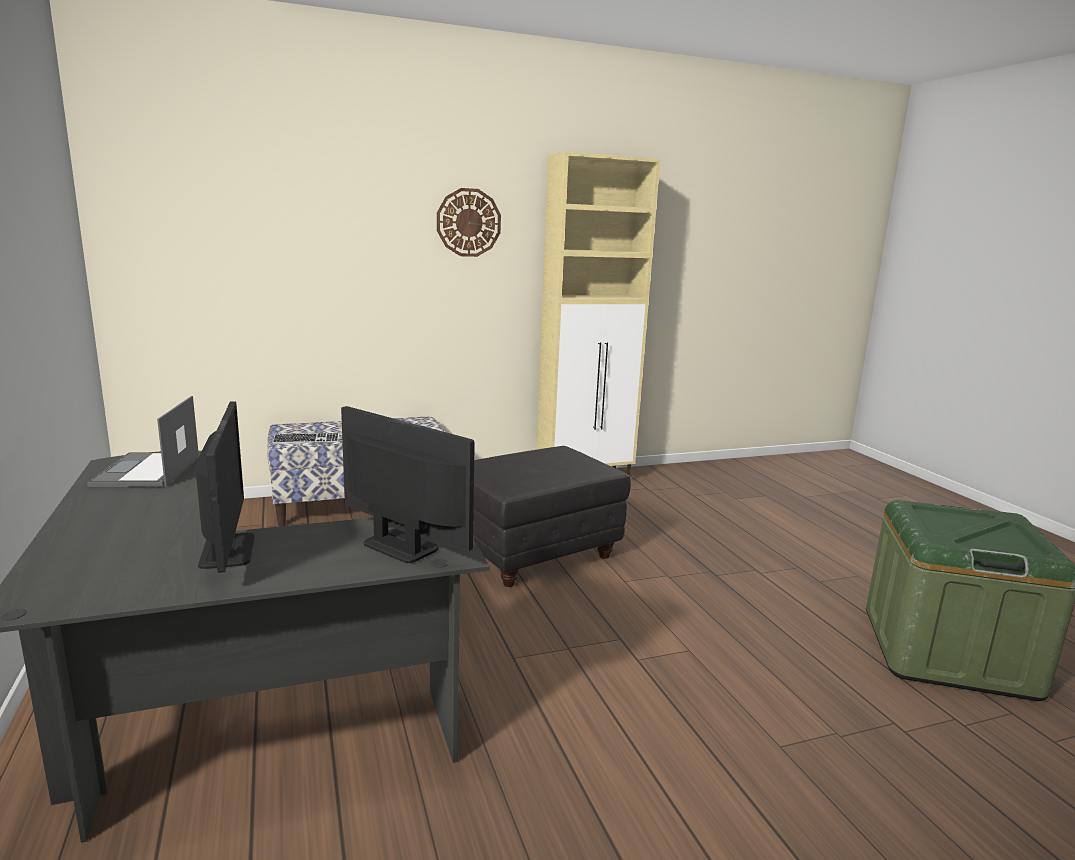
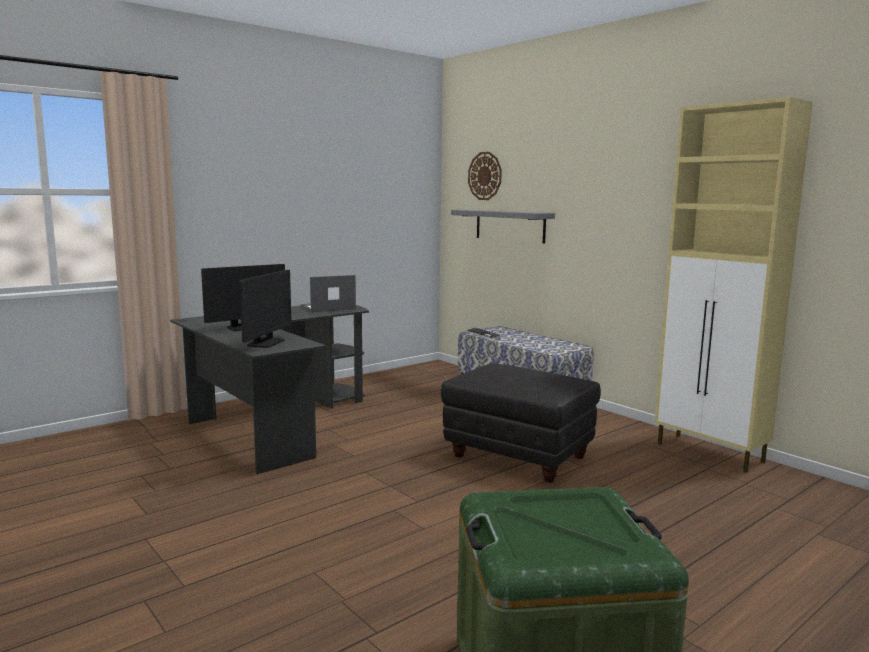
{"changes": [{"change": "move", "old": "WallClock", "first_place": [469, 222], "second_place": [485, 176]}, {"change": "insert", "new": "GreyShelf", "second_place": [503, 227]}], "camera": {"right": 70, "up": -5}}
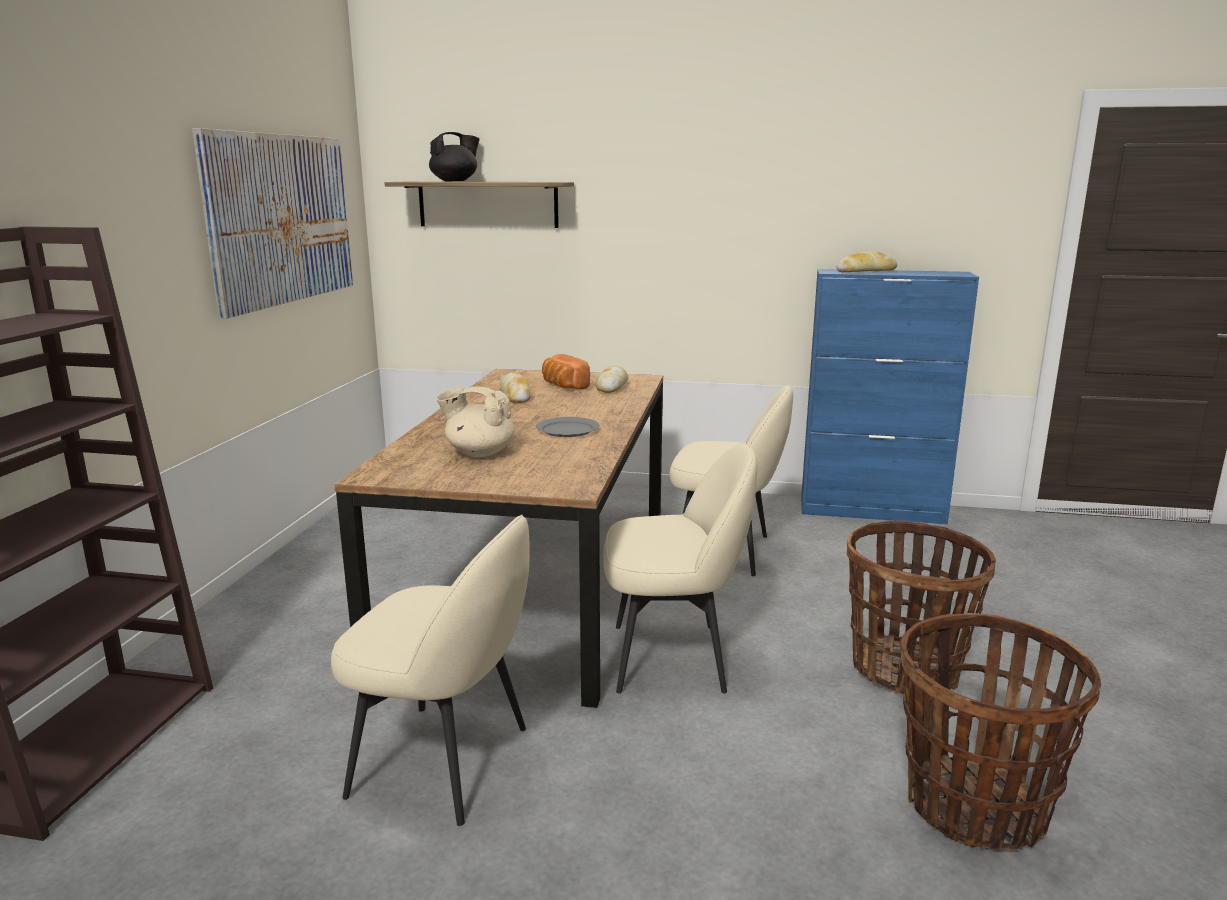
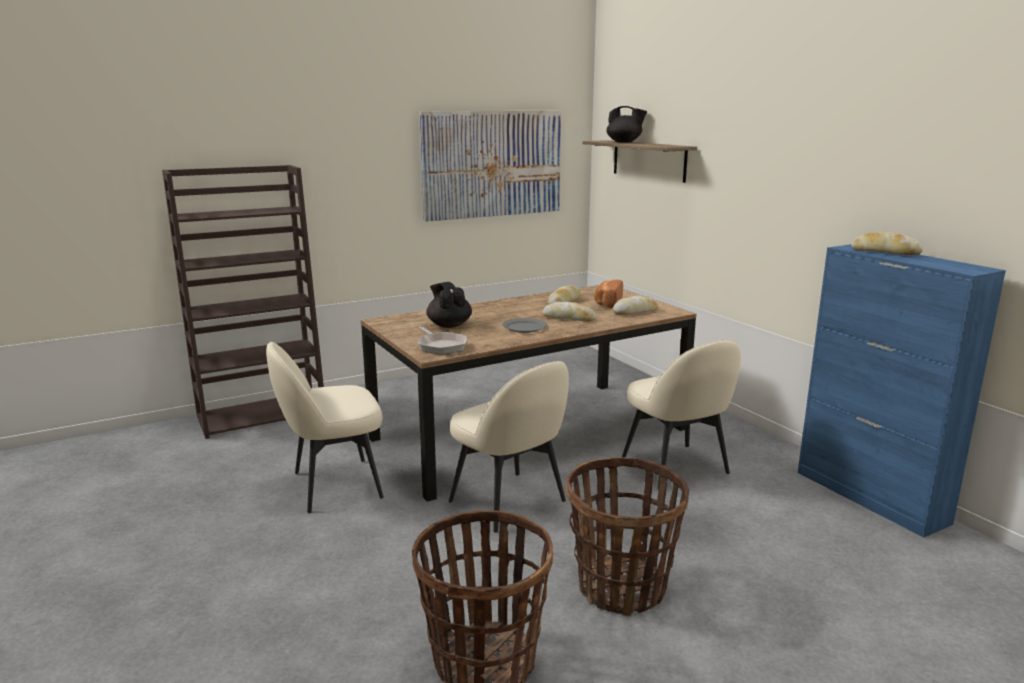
{"changes": [{"change": "recolor", "old": "BeigeTeapot", "new": "BlackTeapot", "first_place": [475, 422], "second_place": [449, 305]}, {"change": "rotate", "old": "BeigeChair", "first_place": [430, 670], "second_place": [325, 427], "degrees": 90}, {"change": "insert", "new": "Bread", "second_place": [569, 312]}, {"change": "insert", "new": "FryingPan", "second_place": [442, 340]}], "camera": {"right": 50, "up": 0}}
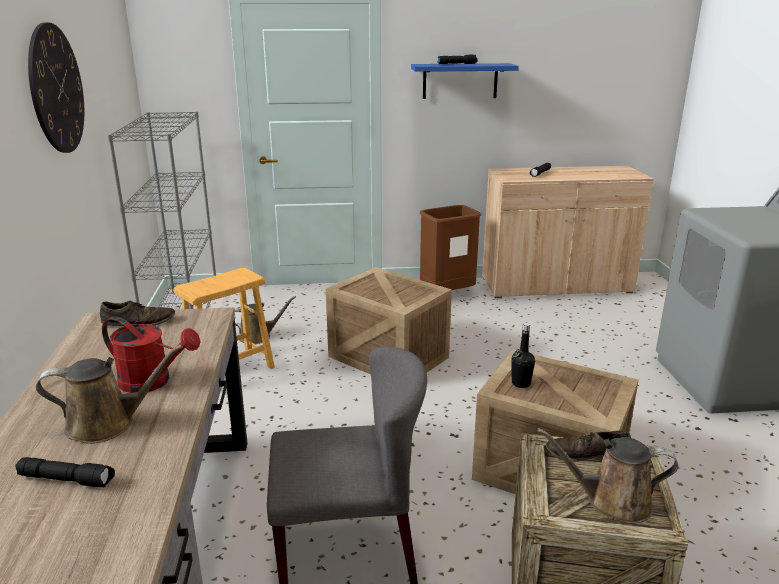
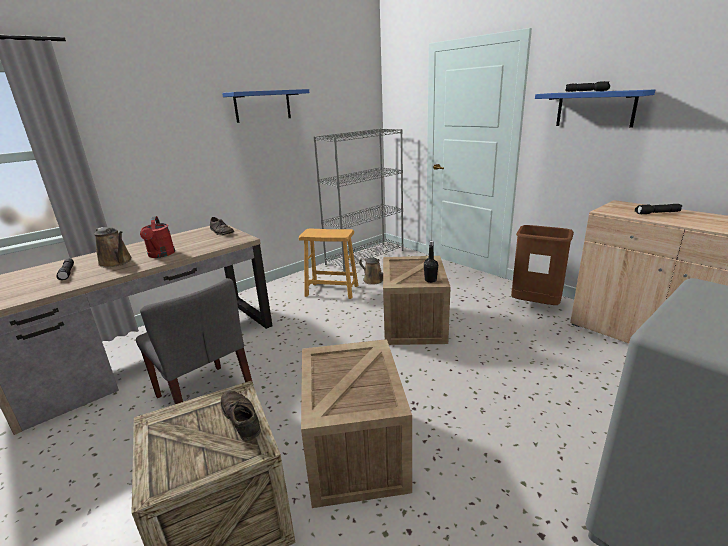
{"changes": [{"change": "replace", "old": "WallClock", "new": "BlueShelf", "first_place": [56, 87], "second_place": [265, 106]}, {"change": "move", "old": "BlackBottle", "first_place": [523, 355], "second_place": [431, 262]}, {"change": "delete", "old": "BrownWateringCan", "first_place": [607, 476]}], "camera": {"right": 55, "up": 0}}
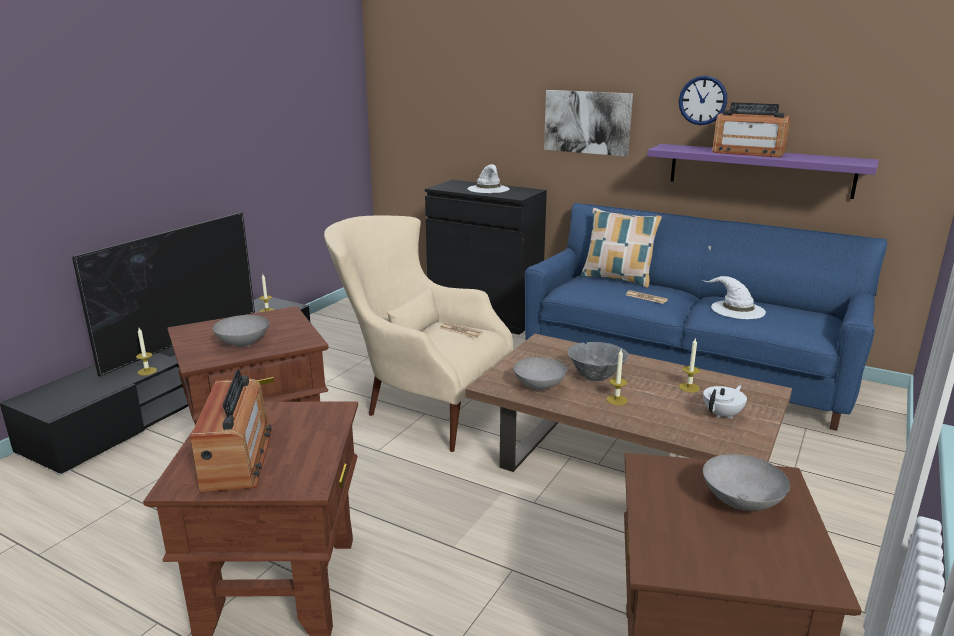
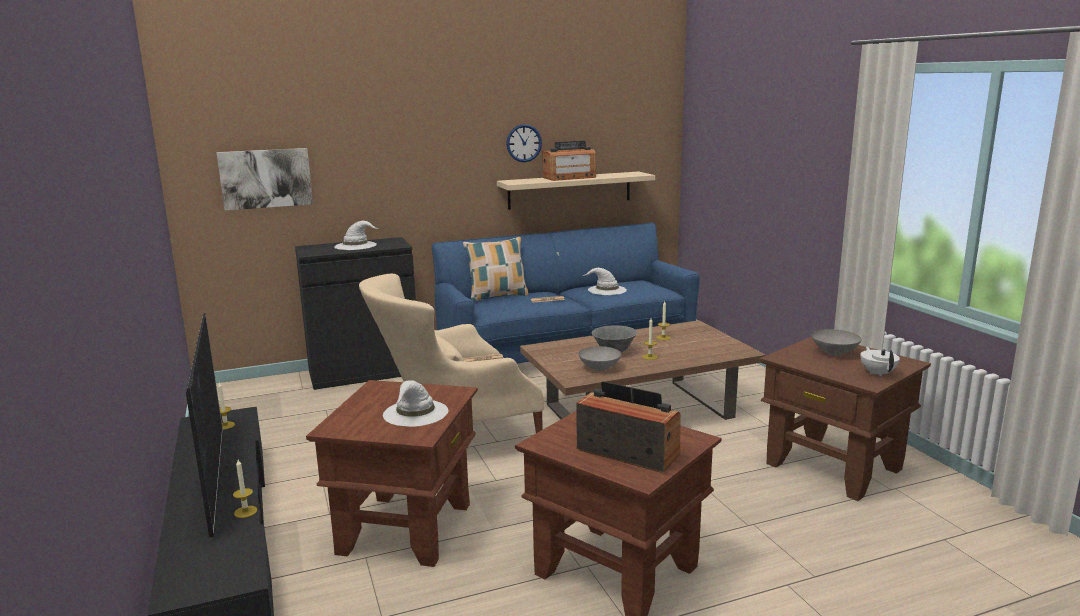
{"changes": [{"change": "move", "old": "Picture", "first_place": [588, 123], "second_place": [265, 179]}, {"change": "recolor", "old": "PurpleShelf", "new": "BeigeShelf", "first_place": [763, 171], "second_place": [576, 190]}, {"change": "replace", "old": "GreyBowl", "new": "WhiteHat", "first_place": [240, 331], "second_place": [415, 403]}, {"change": "move", "old": "WhiteTeapot", "first_place": [725, 402], "second_place": [880, 362]}], "camera": {"right": -50, "up": -5}}
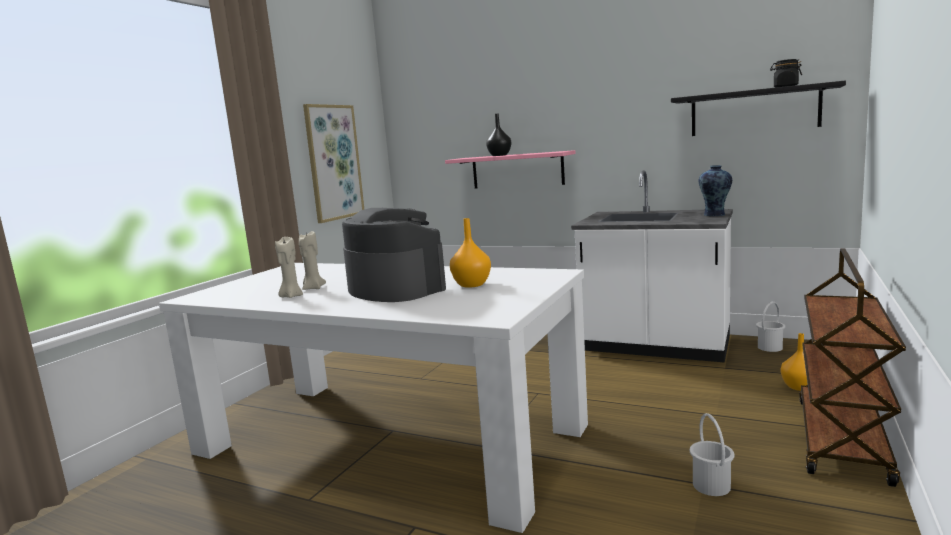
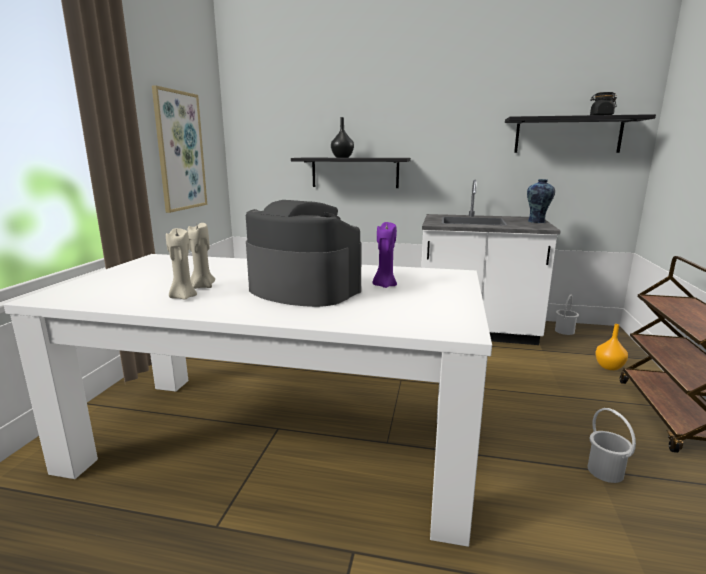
{"changes": [{"change": "recolor", "old": "PinkShelf", "new": "BlackShelf", "first_place": [510, 169], "second_place": [351, 173]}, {"change": "replace", "old": "OrangeVase", "new": "PurpleCandle", "first_place": [470, 253], "second_place": [385, 255]}], "camera": {"right": -15, "up": 5}}
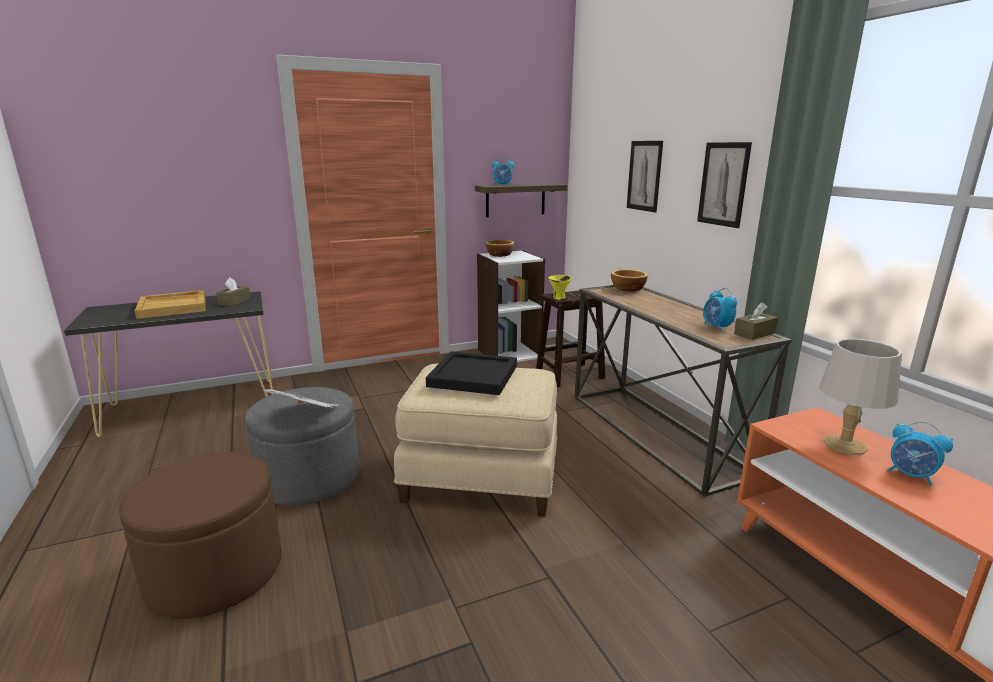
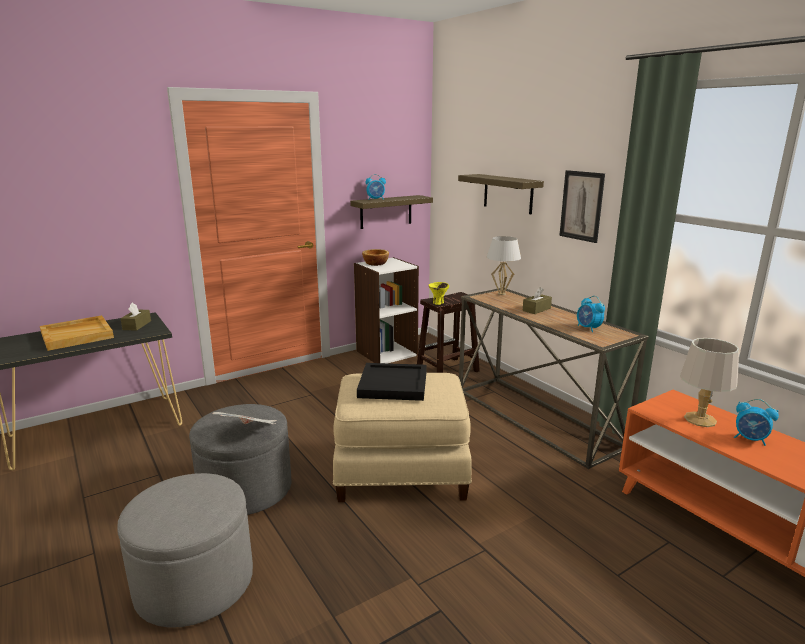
{"changes": [{"change": "replace", "old": "Picture", "new": "Shelf", "first_place": [645, 176], "second_place": [501, 194]}, {"change": "replace", "old": "Bowl", "new": "WhiteTableLamp", "first_place": [629, 280], "second_place": [504, 265]}, {"change": "move", "old": "BrownTissueBox", "first_place": [756, 321], "second_place": [537, 300]}, {"change": "recolor", "old": "BrownOttoman", "new": "GreyOttoman", "first_place": [200, 535], "second_place": [185, 550]}], "camera": {"right": -10, "up": 0}}
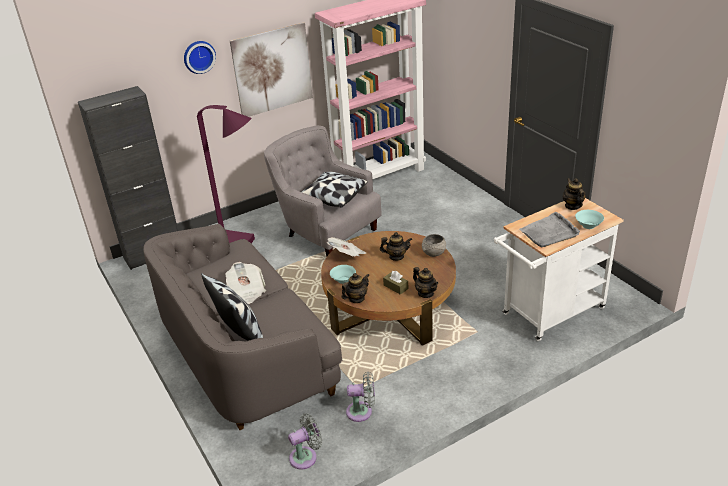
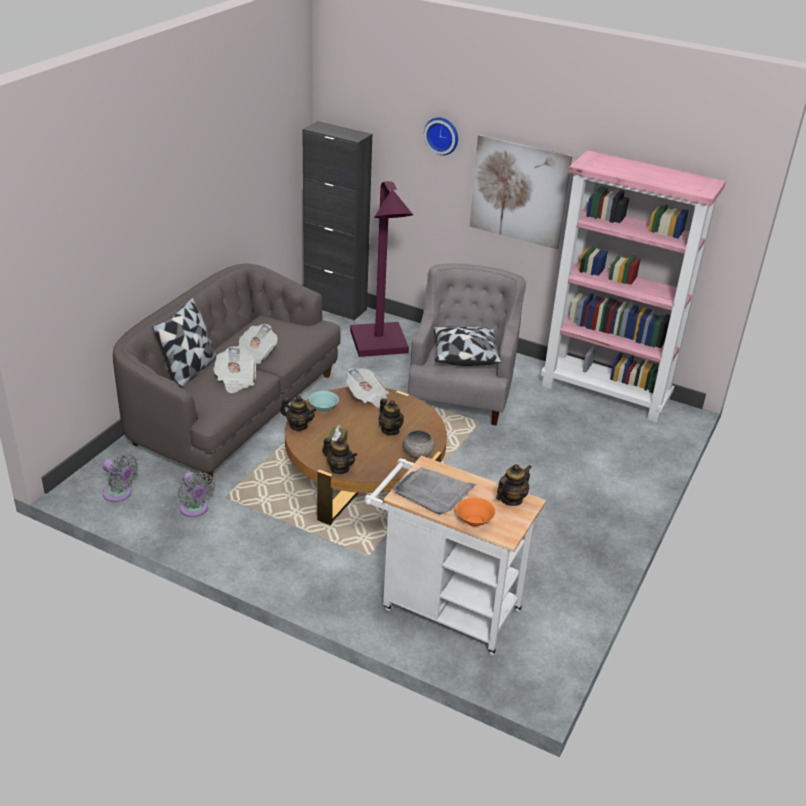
{"changes": [{"change": "recolor", "old": "TurquoiseBowl", "new": "OrangeBowl", "first_place": [589, 219], "second_place": [475, 512]}, {"change": "rotate", "old": "Teapot", "first_place": [425, 282], "second_place": [339, 456], "degrees": -75}, {"change": "insert", "new": "Newspaper", "second_place": [235, 369]}], "camera": {"right": 55, "up": 0}}
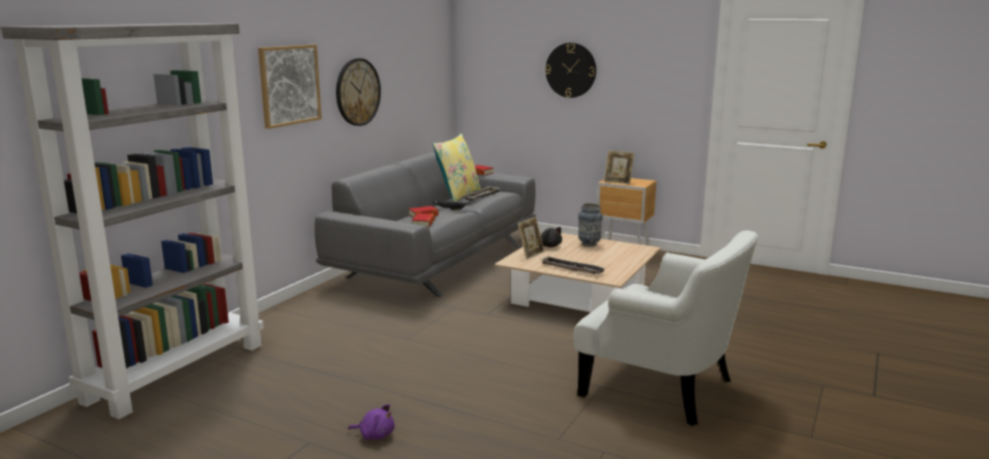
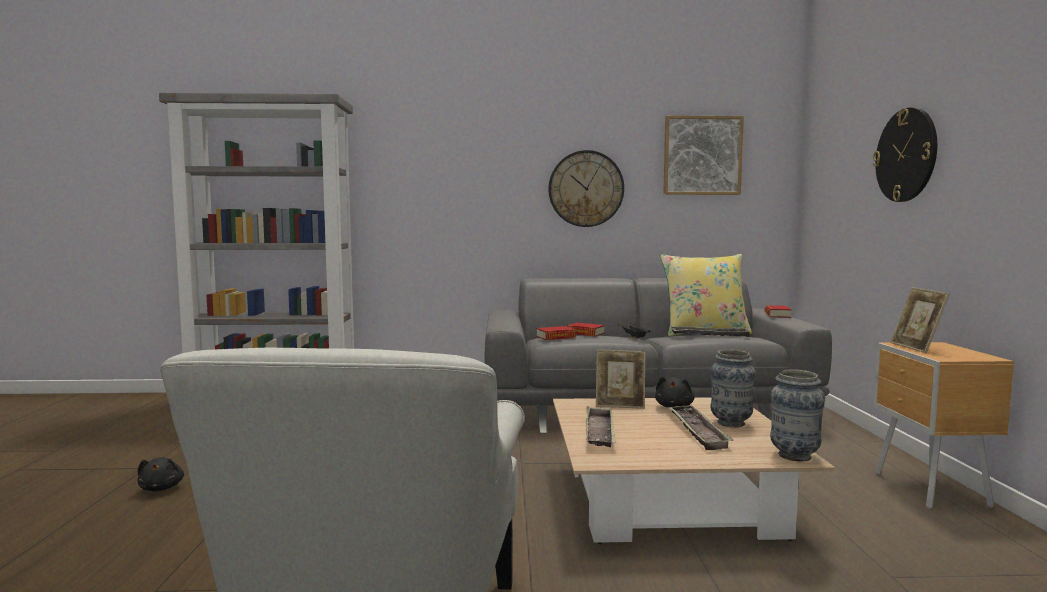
{"changes": [{"change": "move", "old": "Picture", "first_place": [290, 87], "second_place": [703, 155]}, {"change": "recolor", "old": "PurplePlushToy", "new": "BlackPlushToy", "first_place": [371, 422], "second_place": [161, 474]}, {"change": "insert", "new": "Vase", "second_place": [797, 416]}, {"change": "insert", "new": "Tray", "second_place": [700, 427]}], "camera": {"right": 60, "up": -10}}
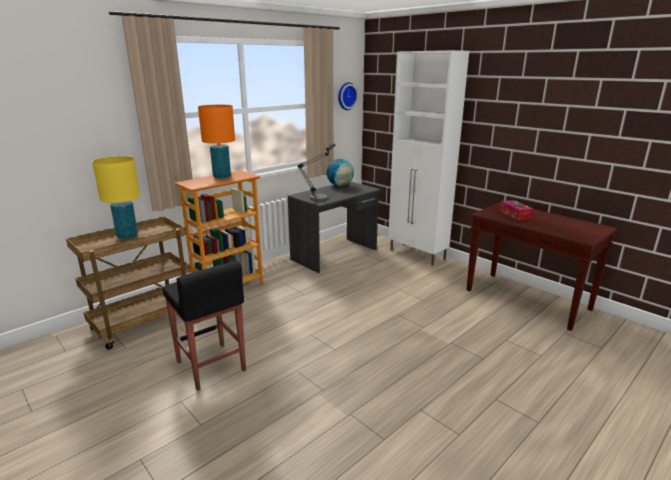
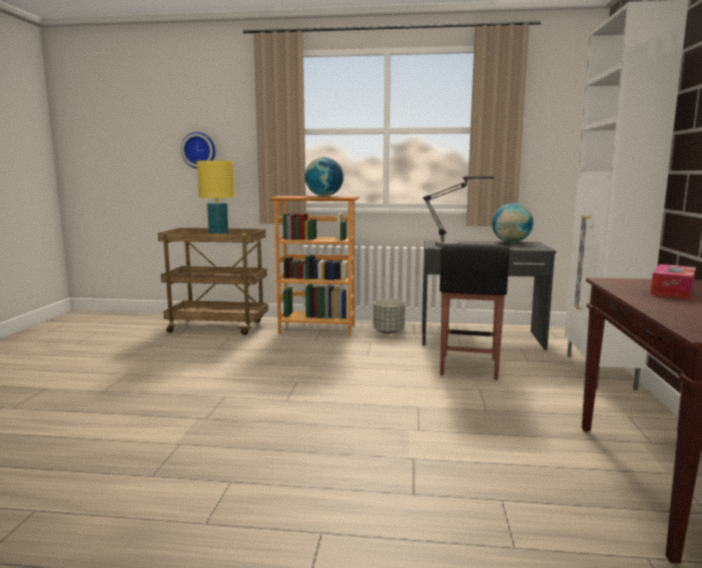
{"changes": [{"change": "move", "old": "WallClock", "first_place": [348, 96], "second_place": [198, 150]}, {"change": "replace", "old": "OrangeTableLamp", "new": "Globe", "first_place": [216, 141], "second_place": [324, 176]}, {"change": "move", "old": "BlackStool", "first_place": [204, 326], "second_place": [474, 312]}, {"change": "insert", "new": "GreyPlanter", "second_place": [389, 316]}], "camera": {"right": 50, "up": -10}}
